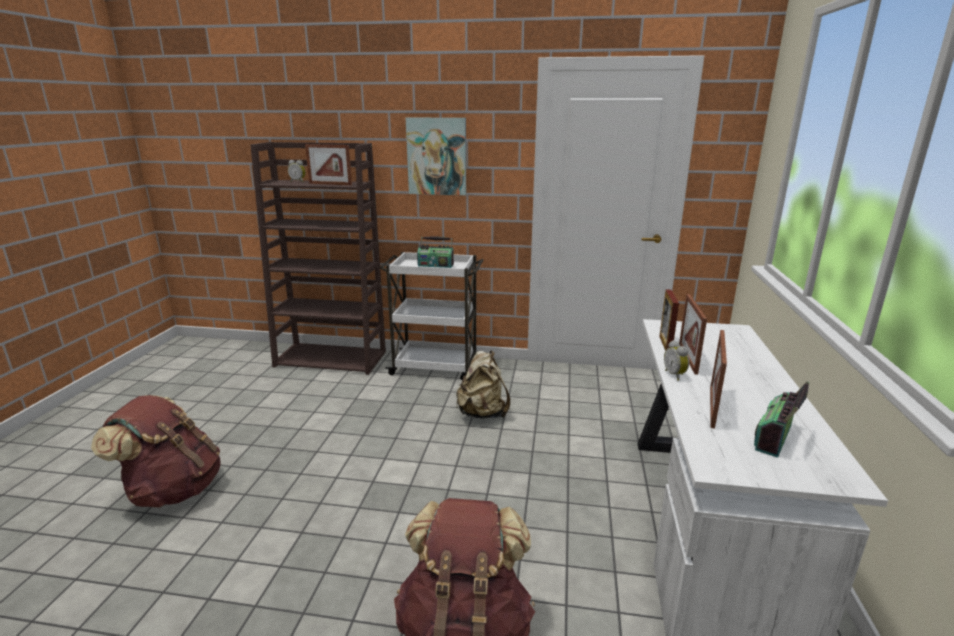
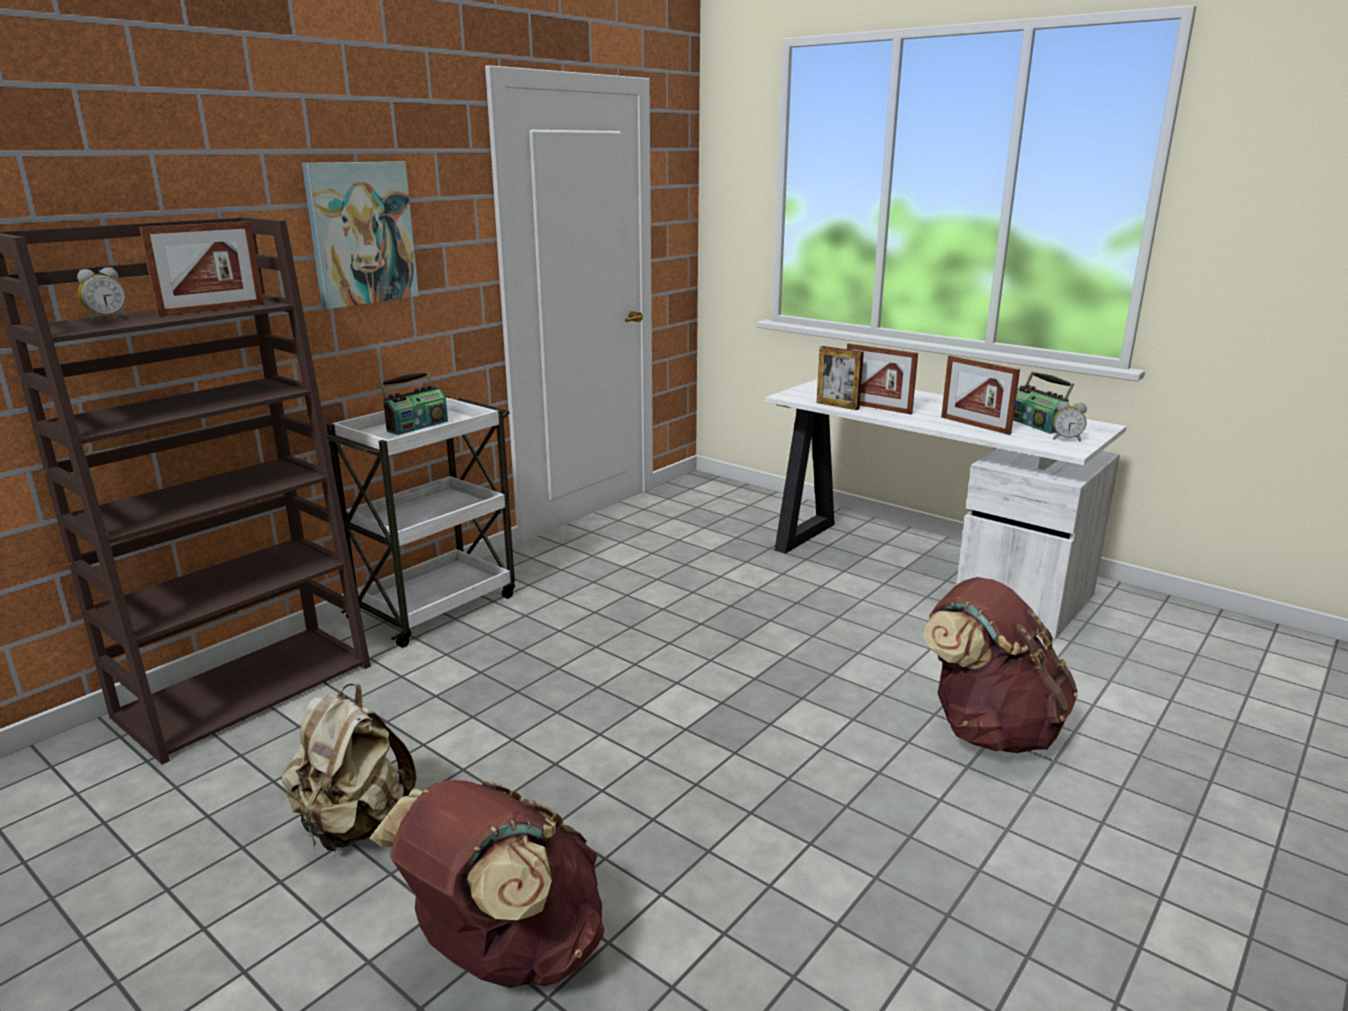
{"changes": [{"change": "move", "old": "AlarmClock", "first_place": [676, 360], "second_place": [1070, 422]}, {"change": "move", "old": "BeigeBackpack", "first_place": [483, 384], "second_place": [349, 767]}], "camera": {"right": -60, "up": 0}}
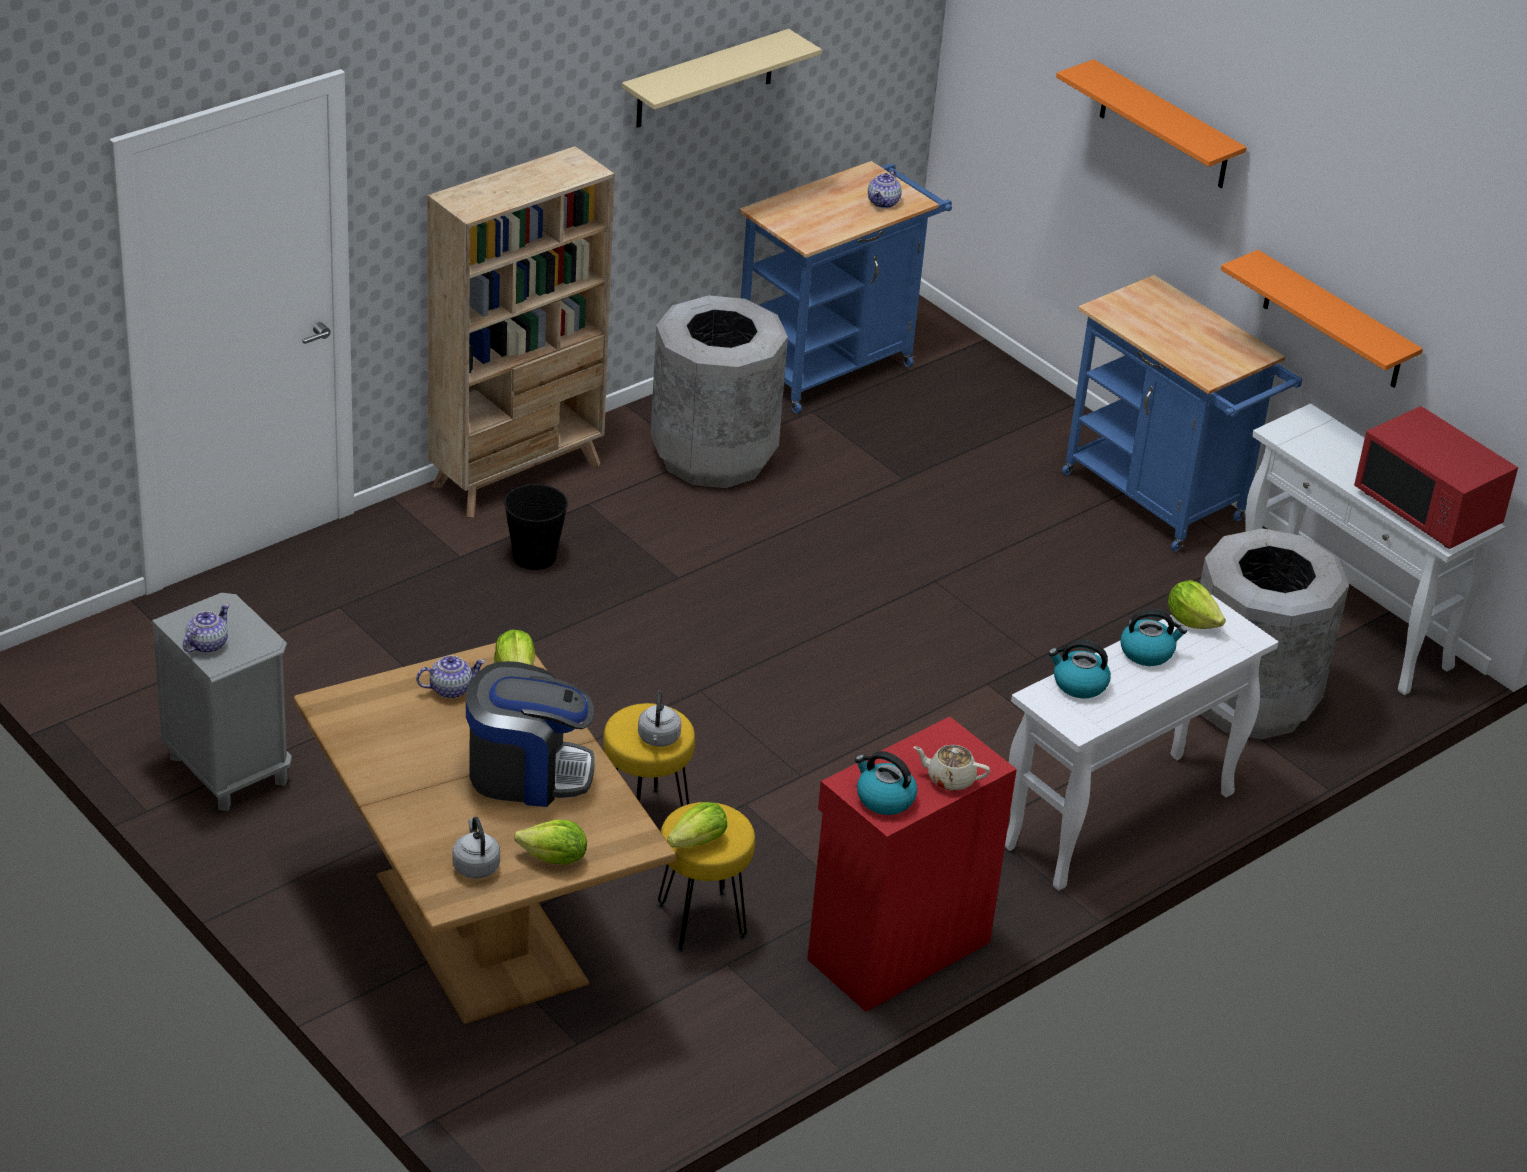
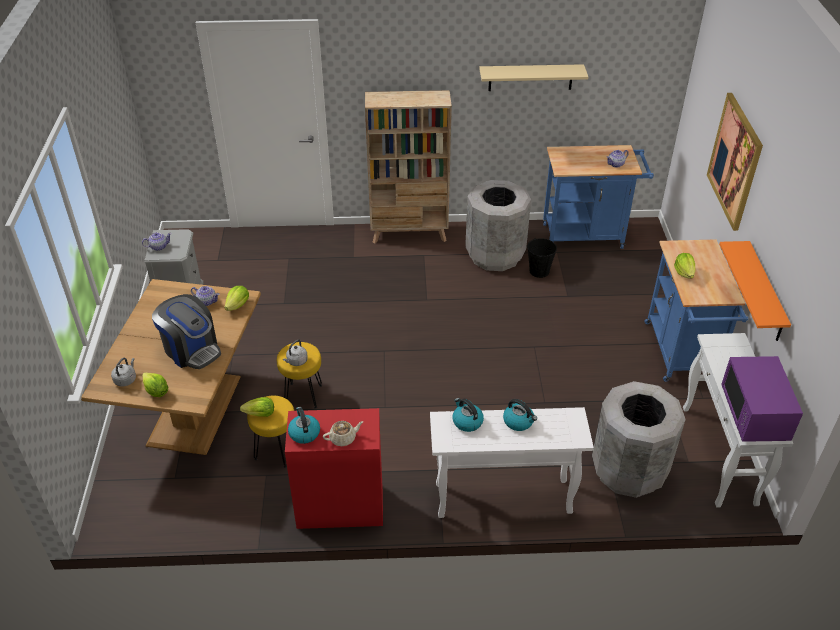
{"changes": [{"change": "replace", "old": "OrangeShelf", "new": "Picture", "first_place": [1151, 123], "second_place": [735, 162]}, {"change": "recolor", "old": "RedMicrowave", "new": "PurpleMicrowave", "first_place": [1436, 477], "second_place": [762, 399]}, {"change": "move", "old": "BlackBucket", "first_place": [536, 527], "second_place": [542, 258]}, {"change": "move", "old": "Lettuce", "first_place": [1197, 604], "second_place": [685, 266]}, {"change": "rotate", "old": "BeigeTeapot", "first_place": [951, 768], "second_place": [343, 433], "degrees": 105}], "camera": {"right": 40, "up": 5}}
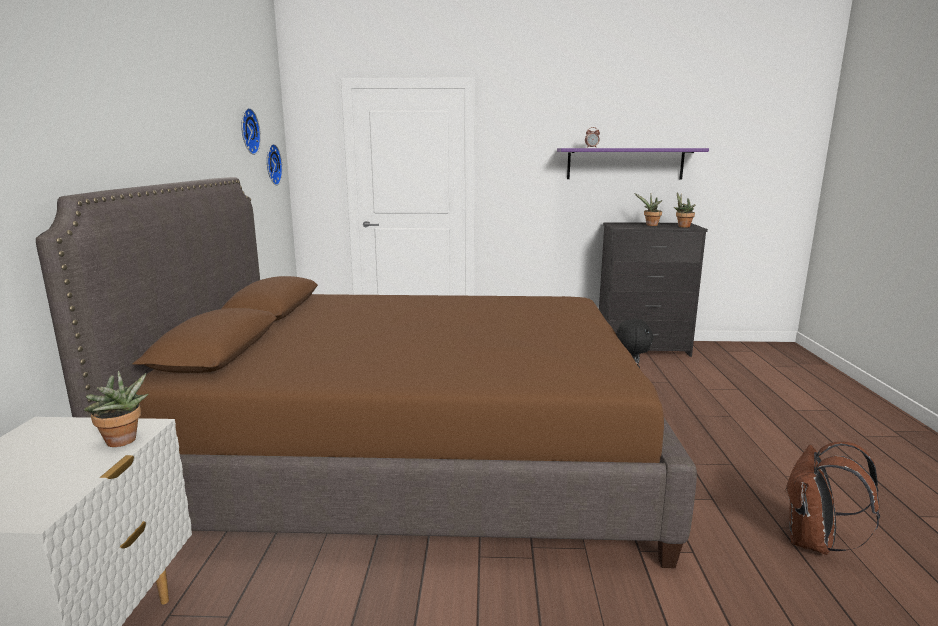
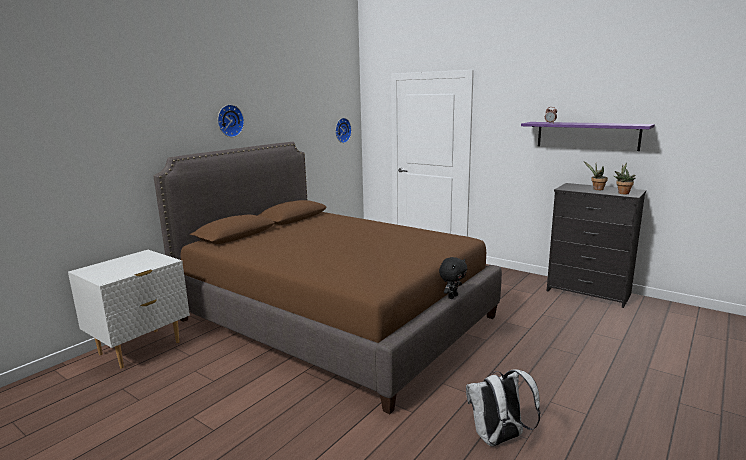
{"changes": [{"change": "move", "old": "WallClock", "first_place": [251, 131], "second_place": [231, 120]}, {"change": "delete", "old": "PottedPlant", "first_place": [116, 409]}, {"change": "recolor", "old": "BrownBackpack", "new": "WhiteBackpack", "first_place": [832, 498], "second_place": [503, 407]}], "camera": {"right": 35, "up": 0}}
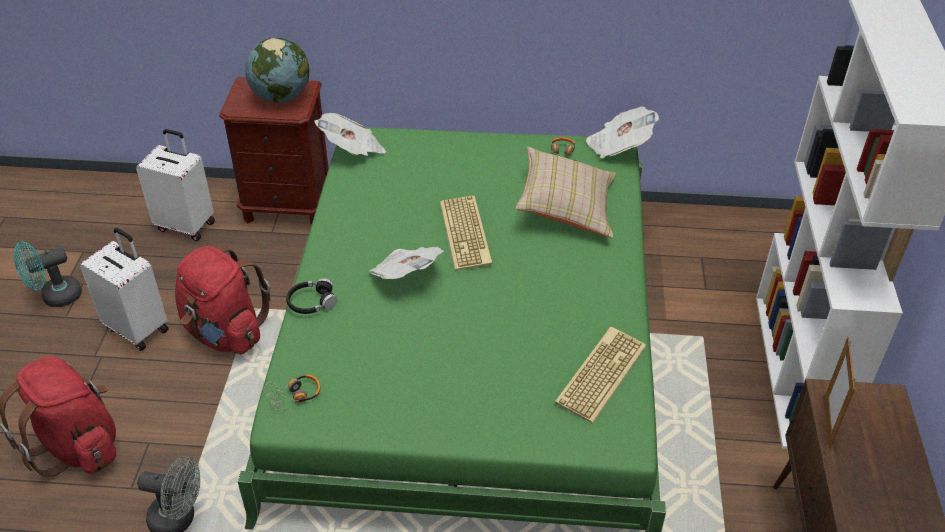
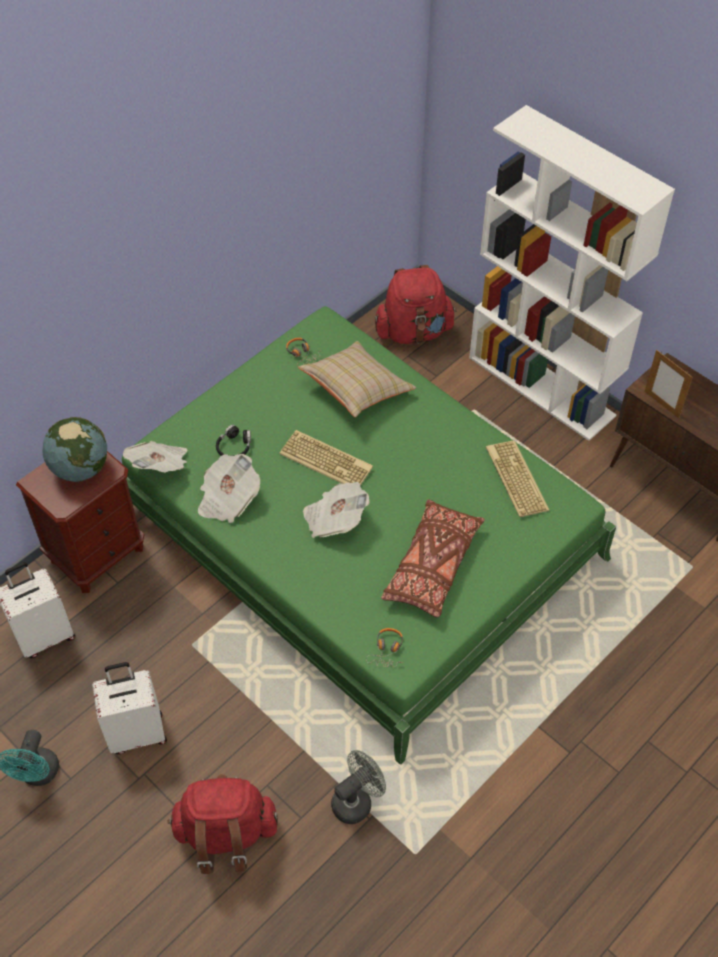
{"changes": [{"change": "move", "old": "Newspaper", "first_place": [622, 132], "second_place": [228, 488]}, {"change": "move", "old": "RedBackpack", "first_place": [222, 300], "second_place": [416, 304]}, {"change": "move", "old": "BlackHeadphones", "first_place": [311, 296], "second_place": [233, 440]}, {"change": "insert", "new": "BrownPillow", "second_place": [433, 558]}], "camera": {"right": -50, "up": 10}}
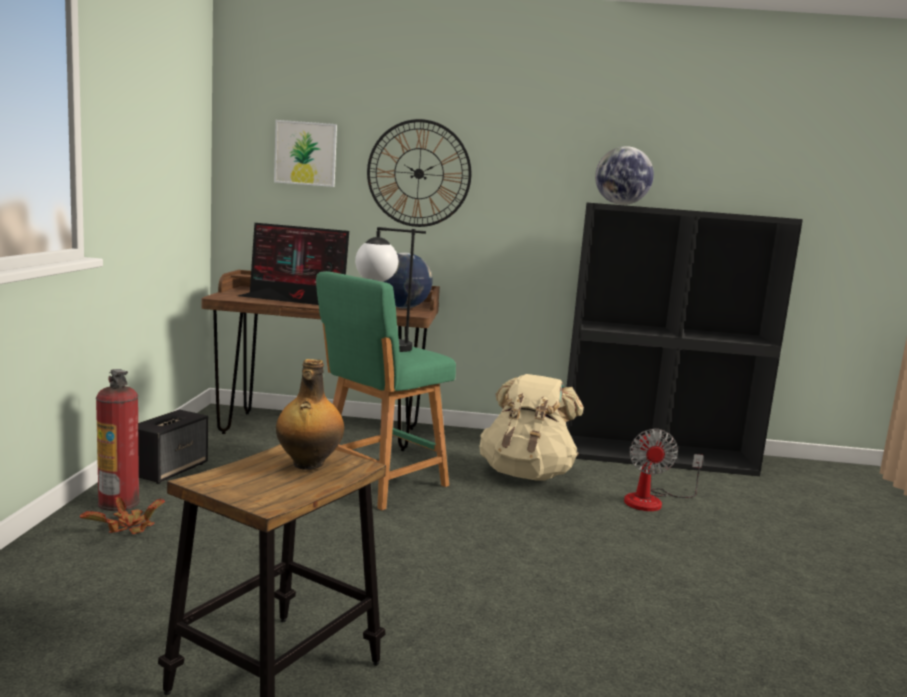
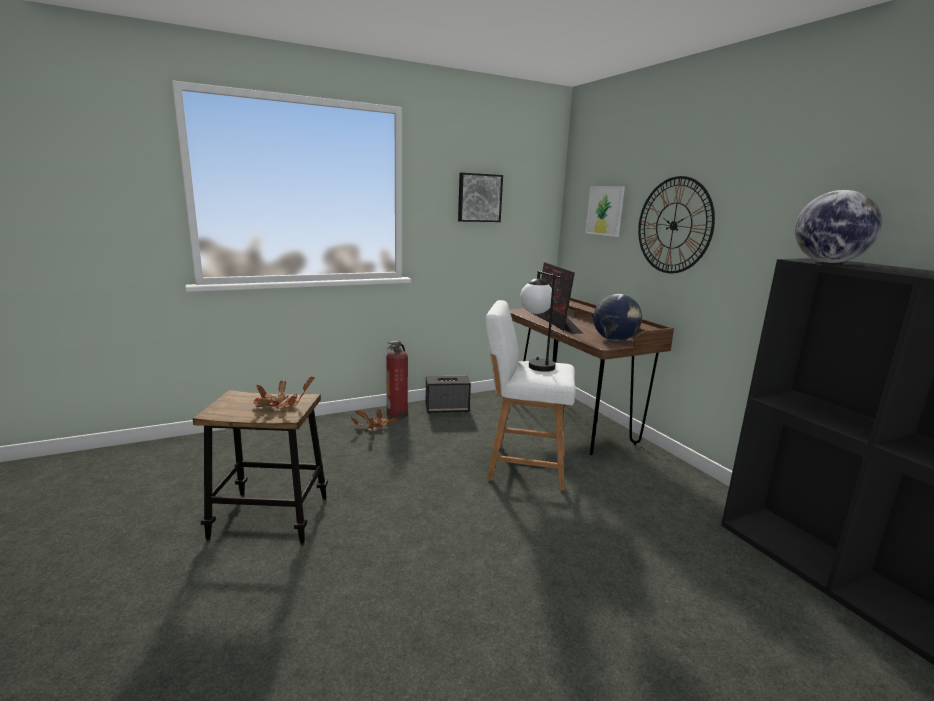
{"changes": [{"change": "recolor", "old": "GreenStool", "new": "WhiteStool", "first_place": [386, 390], "second_place": [530, 395]}, {"change": "replace", "old": "Bottle", "new": "PottedPlant", "first_place": [310, 414], "second_place": [284, 393]}, {"change": "delete", "old": "BeigeBackpack", "first_place": [532, 427]}, {"change": "delete", "old": "Fan", "first_place": [663, 470]}, {"change": "insert", "new": "Picture", "second_place": [480, 197]}], "camera": {"right": 60, "up": 5}}
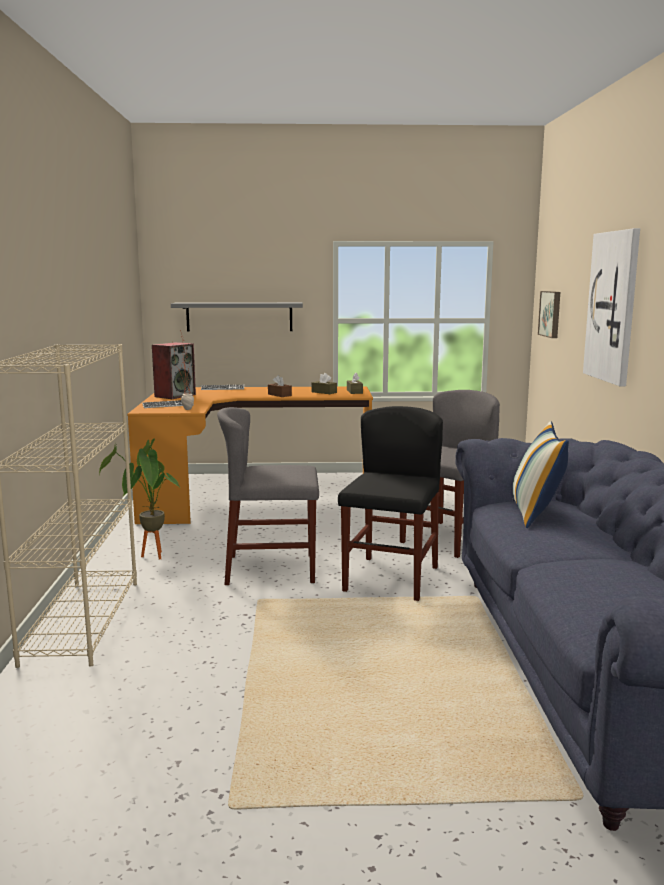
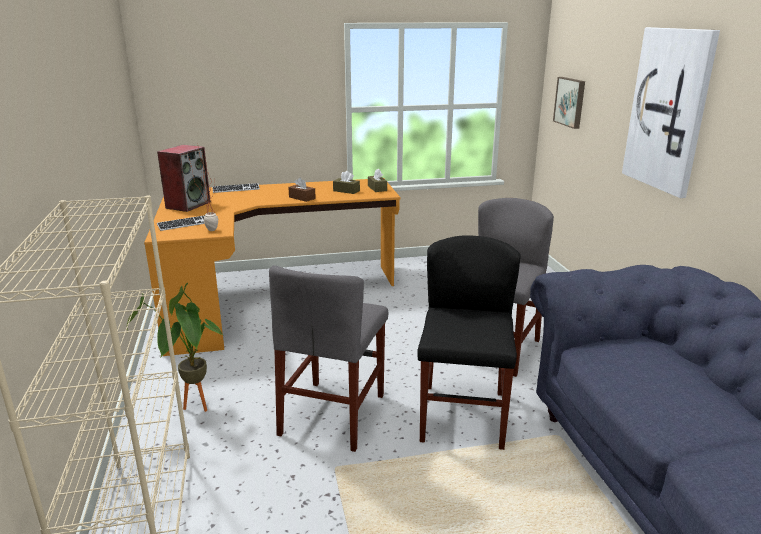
{"changes": [{"change": "delete", "old": "GreyShelf", "first_place": [237, 316]}, {"change": "rotate", "old": "GreyChair", "first_place": [268, 496], "second_place": [328, 358], "degrees": -60}, {"change": "delete", "old": "Pillow", "first_place": [541, 474]}], "camera": {"right": -10, "up": 10}}
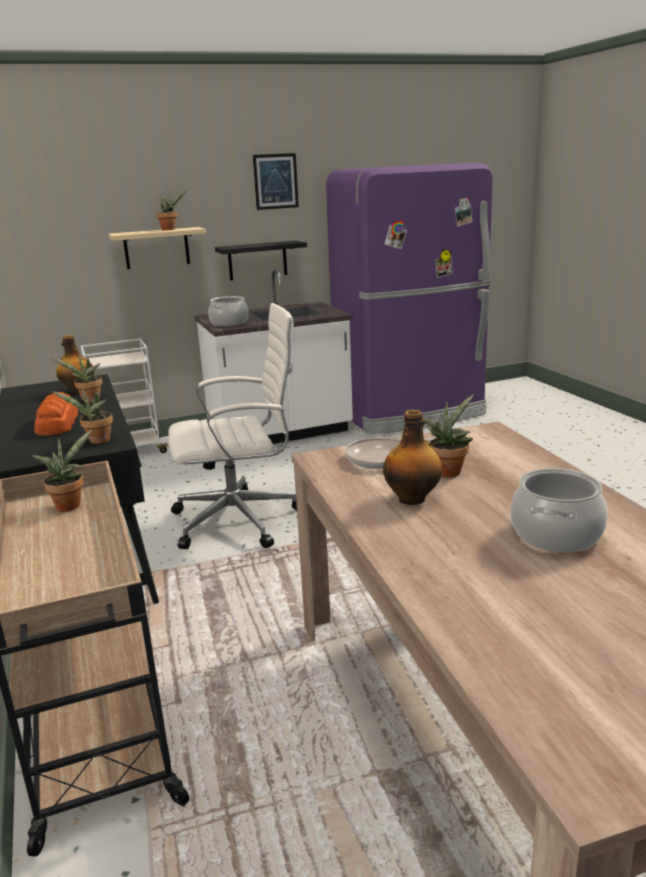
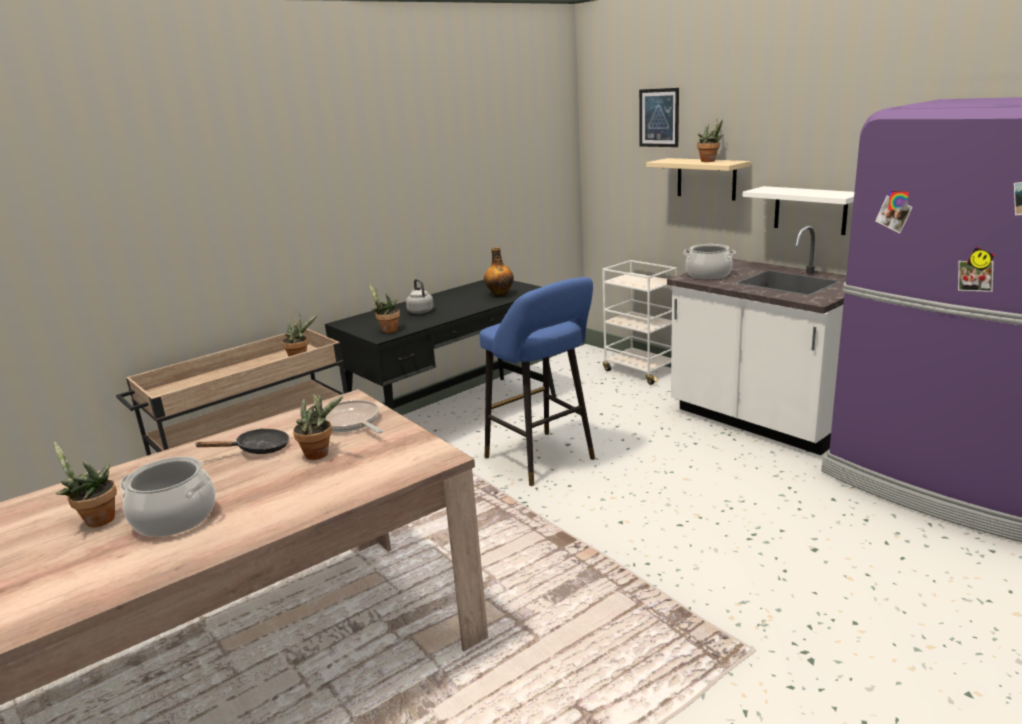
{"changes": [{"change": "move", "old": "Picture", "first_place": [276, 181], "second_place": [659, 117]}, {"change": "recolor", "old": "BlackShelf", "new": "WhiteShelf", "first_place": [261, 260], "second_place": [798, 210]}, {"change": "replace", "old": "WhiteOfficeChair", "new": "BlueStool", "first_place": [233, 426], "second_place": [537, 381]}, {"change": "move", "old": "PottedPlant", "first_place": [77, 379], "second_place": [85, 484]}, {"change": "replace", "old": "Bread", "new": "GreyKettle", "first_place": [56, 414], "second_place": [420, 296]}, {"change": "replace", "old": "Bottle", "new": "BlackFryingPan", "first_place": [412, 457], "second_place": [241, 441]}], "camera": {"right": 70, "up": 0}}
